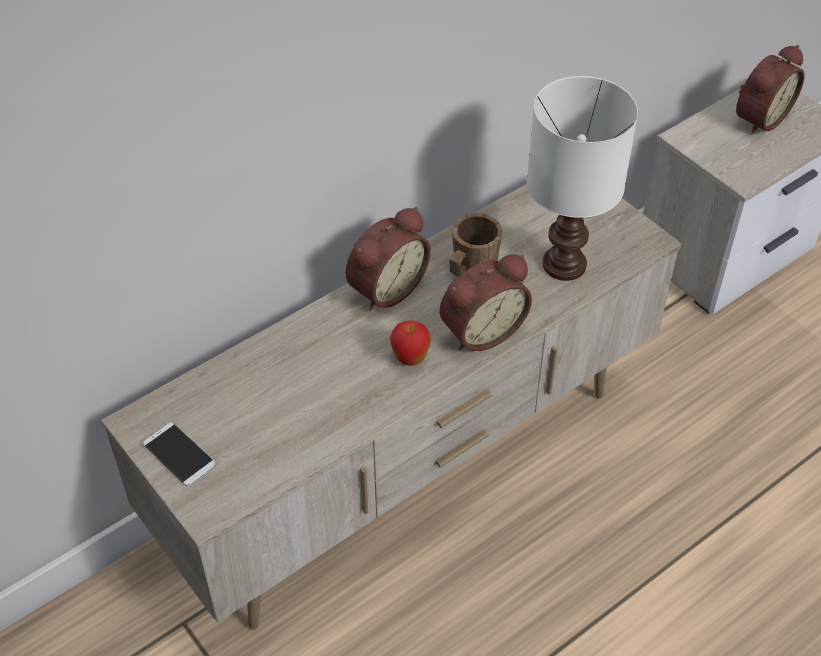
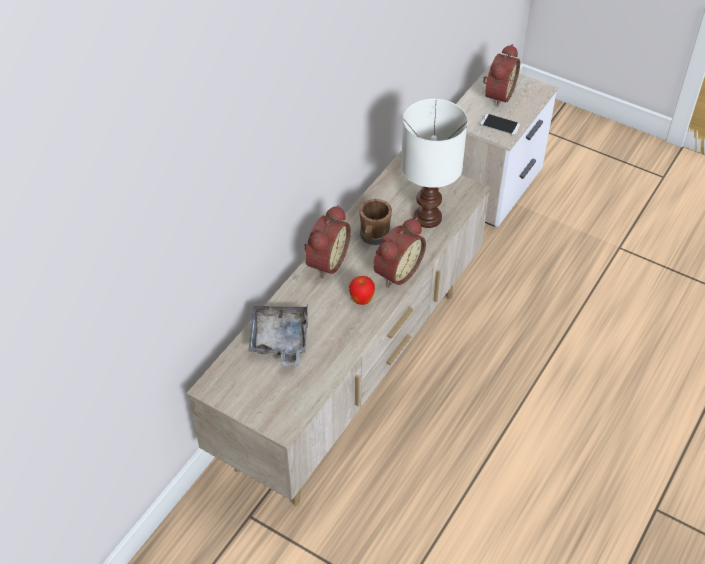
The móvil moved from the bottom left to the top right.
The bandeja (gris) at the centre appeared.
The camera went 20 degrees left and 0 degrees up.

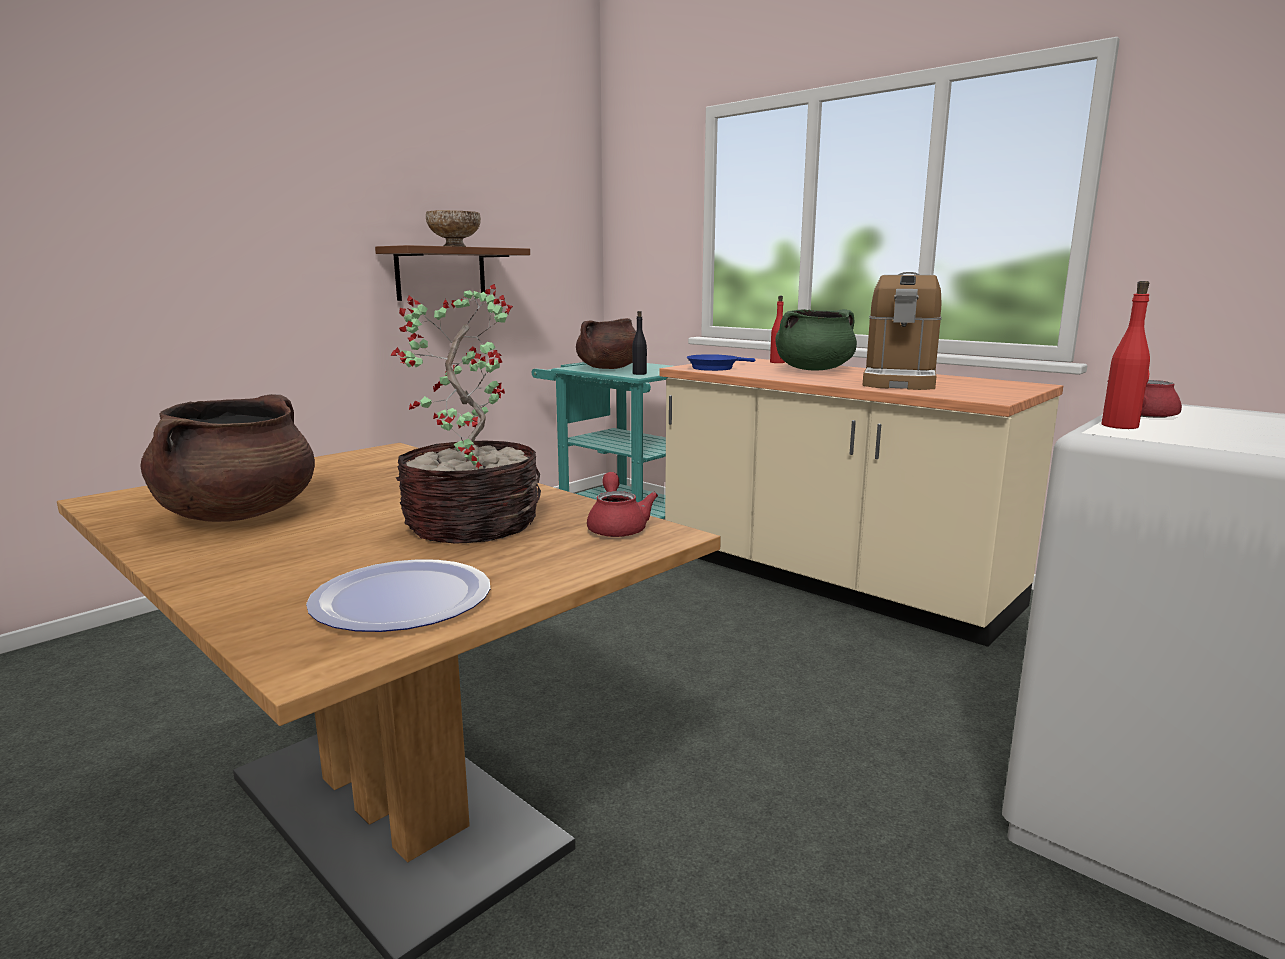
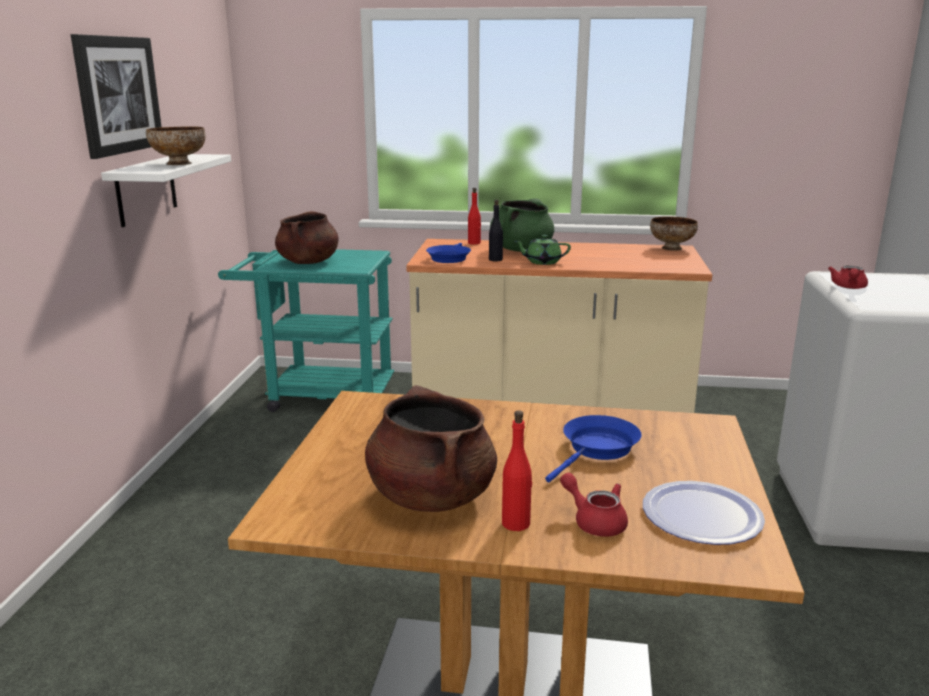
The estante (marrón) at the top centre became the estante (blanco) at the top left.
The planta en maceta at the centre was replaced by the sartén (azul) (no. 2 from left) at the centre.
The tetera (rojo) (no. 1 from left) moved from the centre to the bottom centre.
The botella (negro) moved from the centre to the top centre.
The cafetera at the middle right disappeared.
The botella (rojo) (no. 2 from left) moved from the middle right to the bottom centre.
The cuadro at the top left appeared.
The tetera (verde) at the centre appeared.
The cuenco (no. 2 from left) at the middle right appeared.
The camera went 35 degrees left and 5 degrees up.

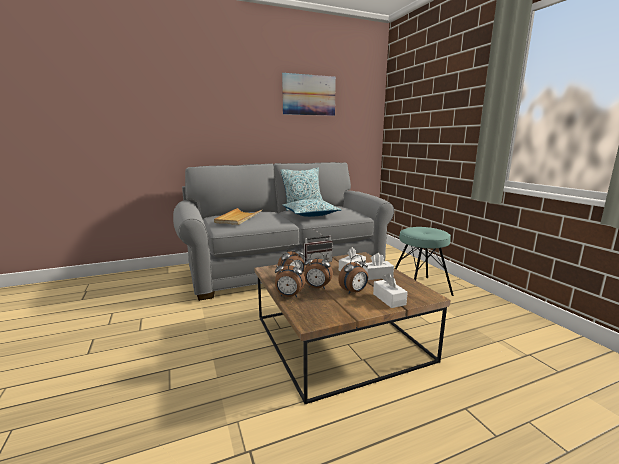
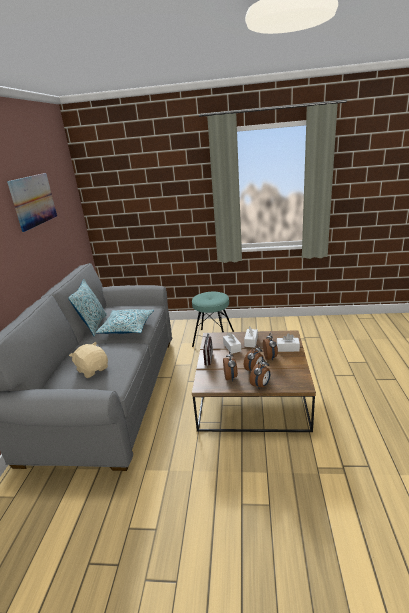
The bandeja (beis) at the centre was replaced by the peluche (beis) at the middle left.
The camera went 60 degrees left and 10 degrees up.

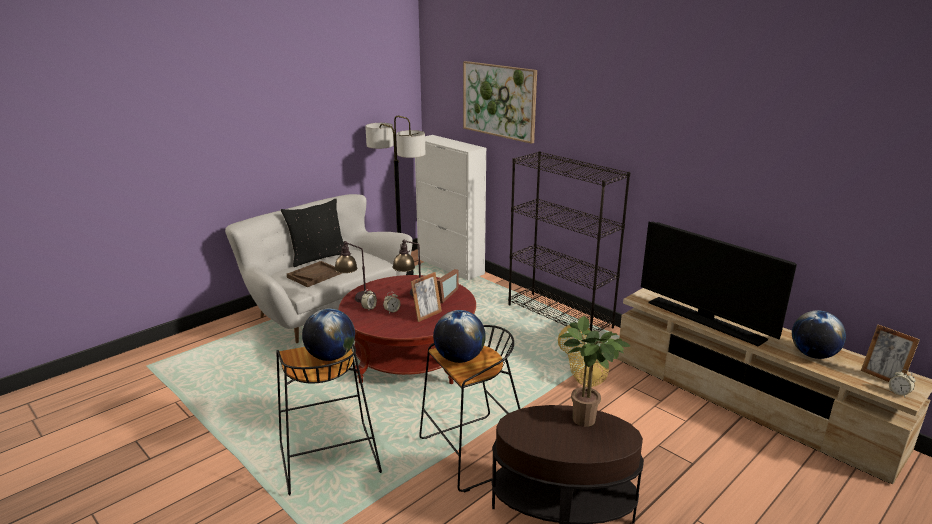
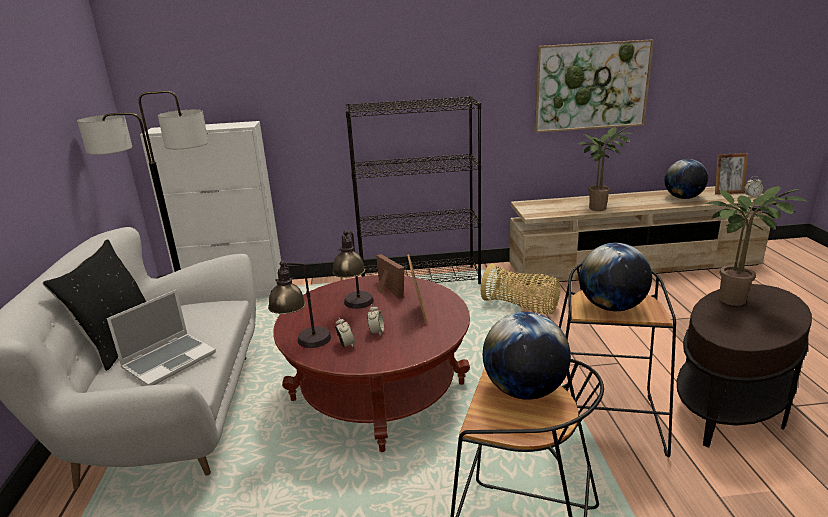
The bandeja (marrón) at the centre was replaced by the portátil at the middle left.
The cuadro moved from the top centre to the top right.
The televisor at the middle right was replaced by the planta en maceta (no. 1 from left) at the top right.
The camera went 50 degrees left and 0 degrees up.

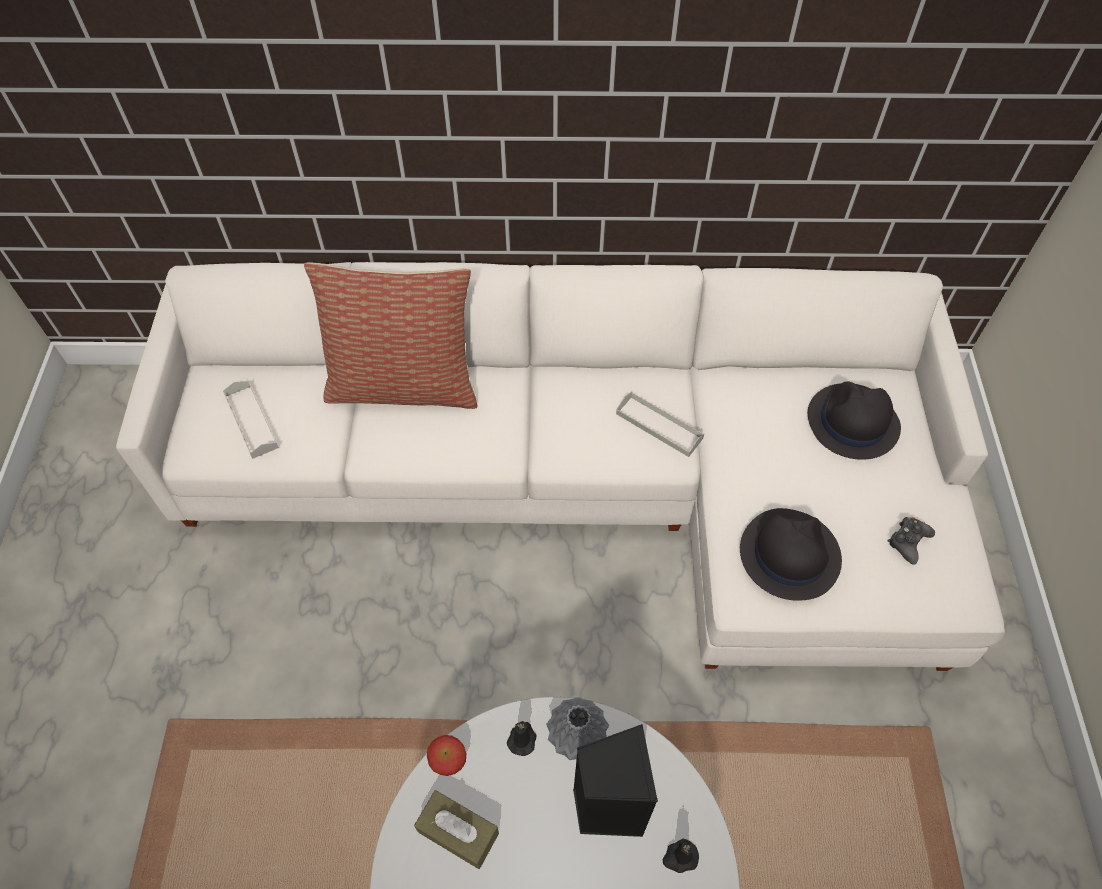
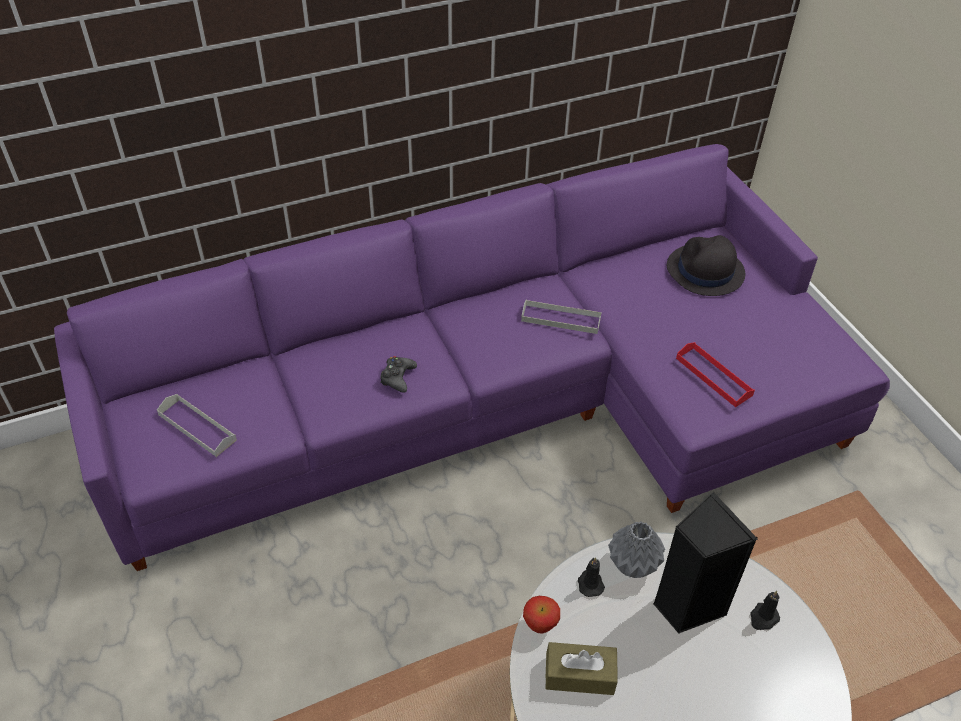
The sofá (blanco) at the centre became the sofá (morado) at the centre.
The cojín at the centre disappeared.
The sombrero (negro) (no. 1 from left) at the middle right was replaced by the bandeja (rojo) at the middle right.
The mando de consola (negro) moved from the middle right to the centre.
The camera went 25 degrees left and 10 degrees down.

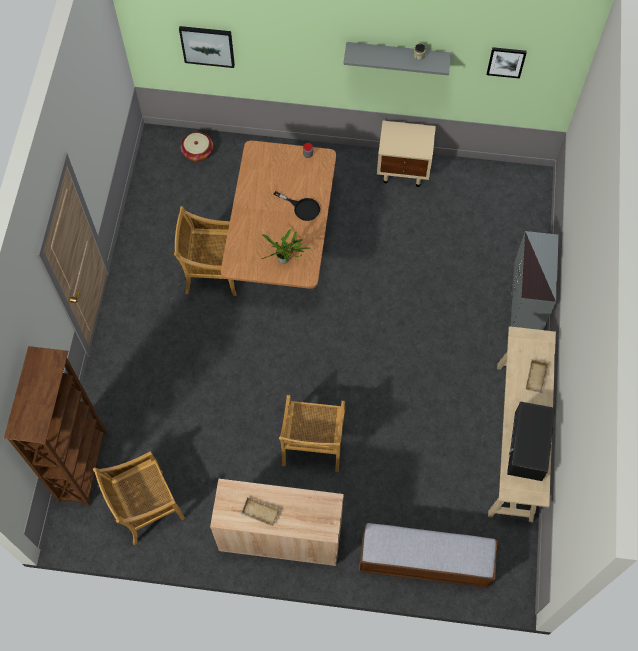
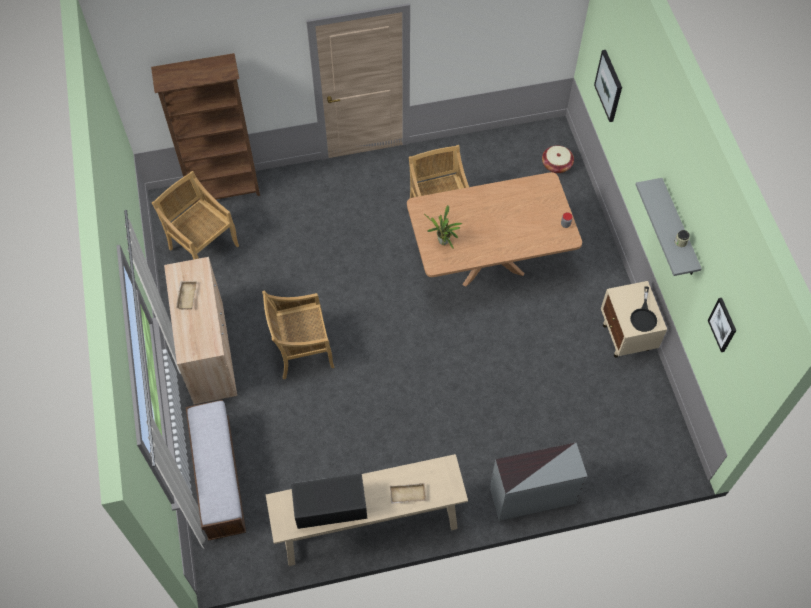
The sartén (negro) moved from the top centre to the middle right.
The camera went 70 degrees right and 5 degrees down.

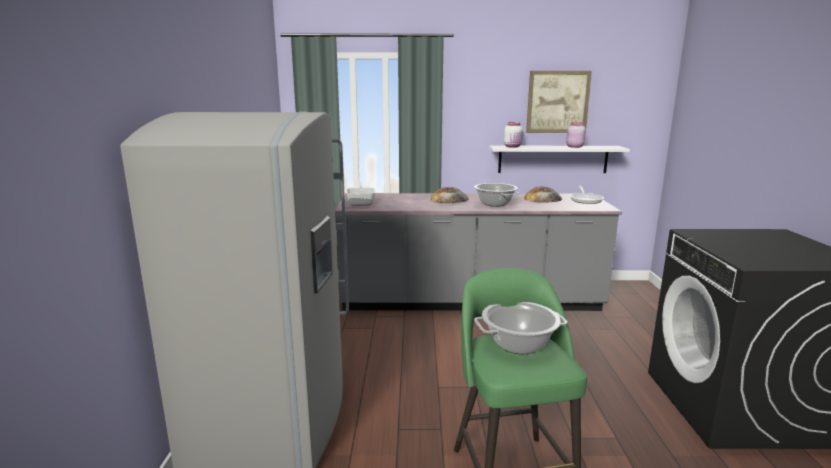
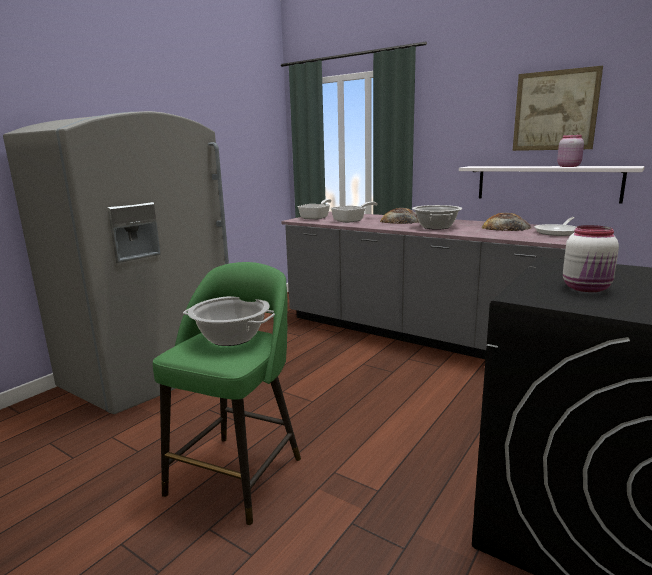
The tarro (blanco) moved from the top centre to the middle right.
The sartén (no. 2 from left) at the centre appeared.
The camera went 35 degrees right and 0 degrees up.

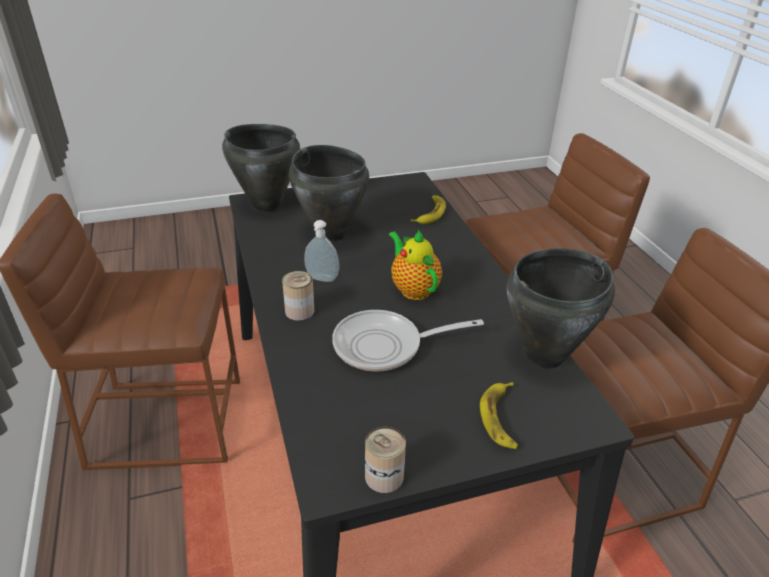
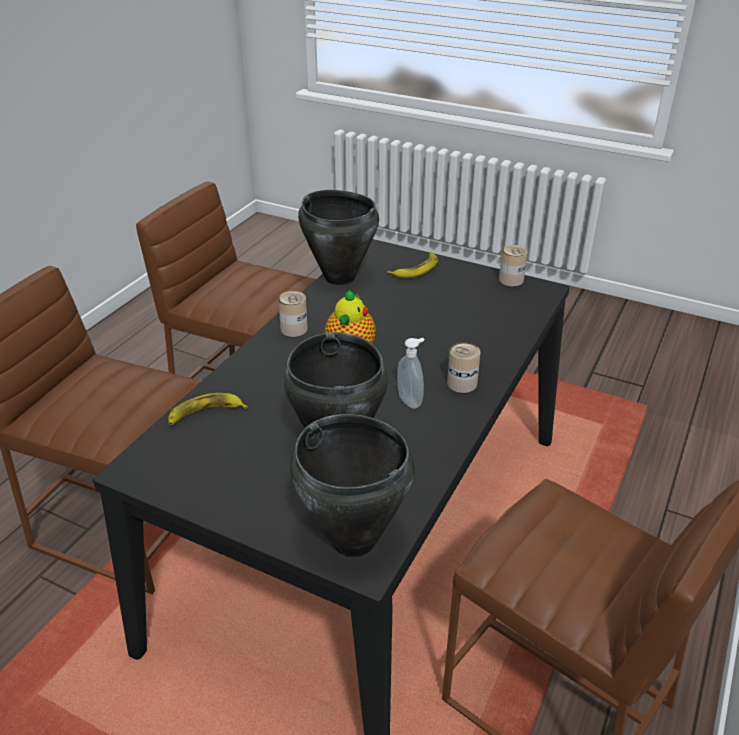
The sartén at the centre disappeared.
The lata (no. 1 from left) at the centre appeared.
The camera went 135 degrees left and 0 degrees up.

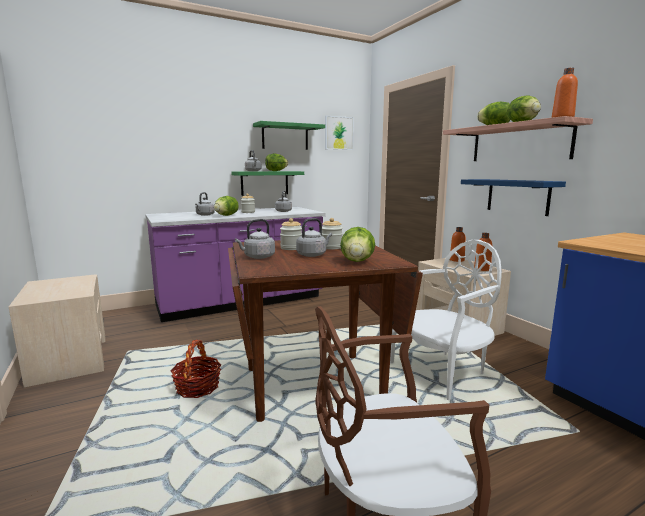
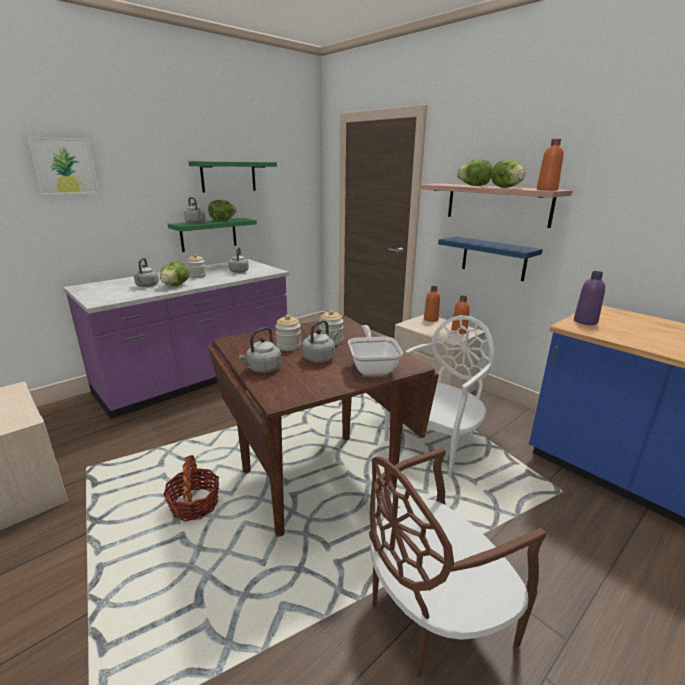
The cuadro moved from the top centre to the top left.
The lechuga (no. 3 from left) at the centre was replaced by the sartén at the centre.
The botella (morado) at the middle right appeared.
The camera went 15 degrees left and 10 degrees up.

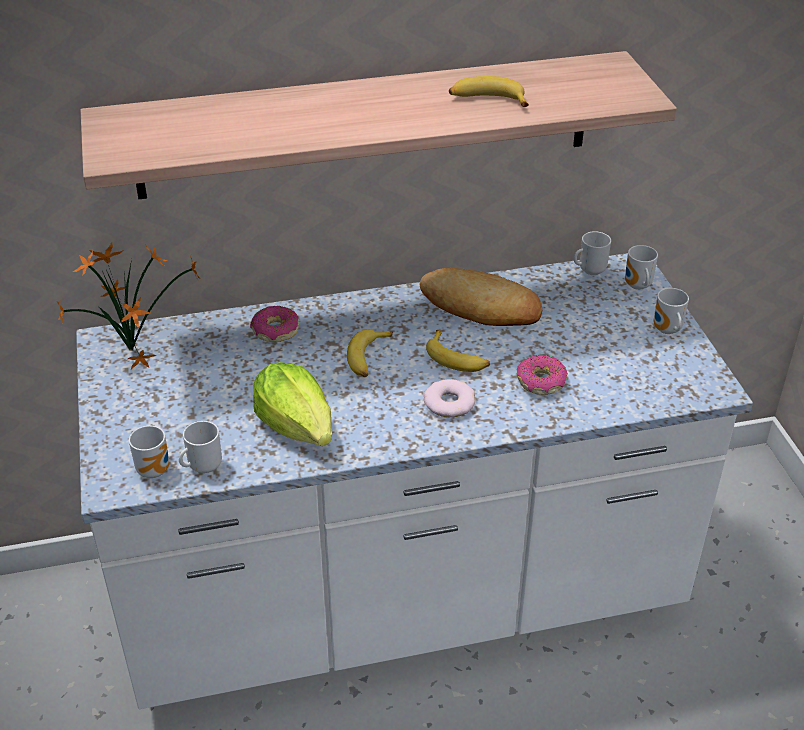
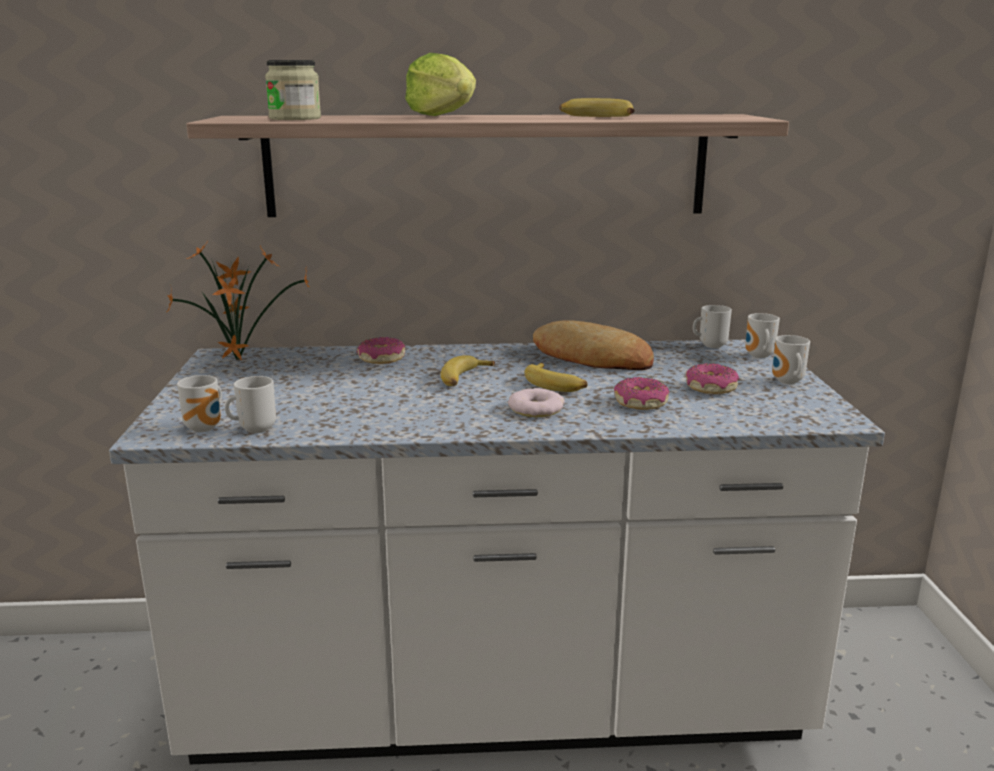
The lechuga moved from the centre to the top centre.
The tarro at the top left appeared.
The rosquilla (no. 4 from left) at the middle right appeared.
The camera went 10 degrees right and 20 degrees down.

